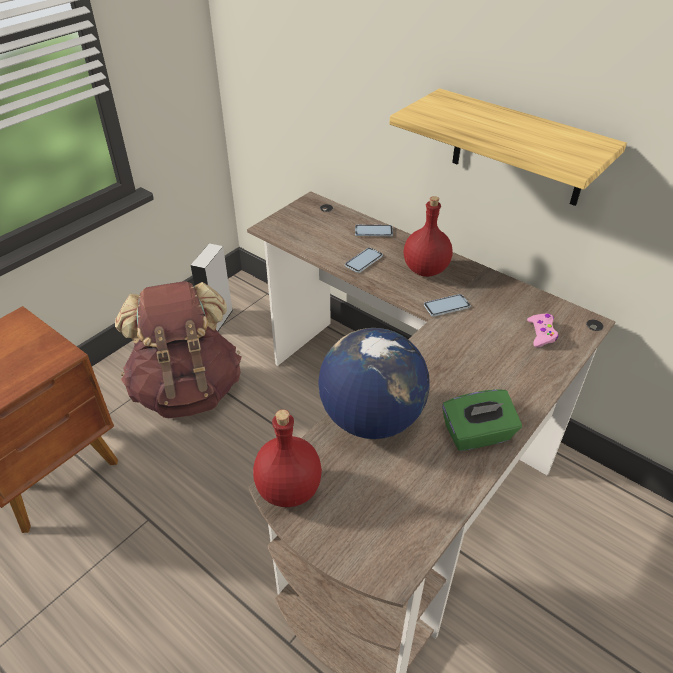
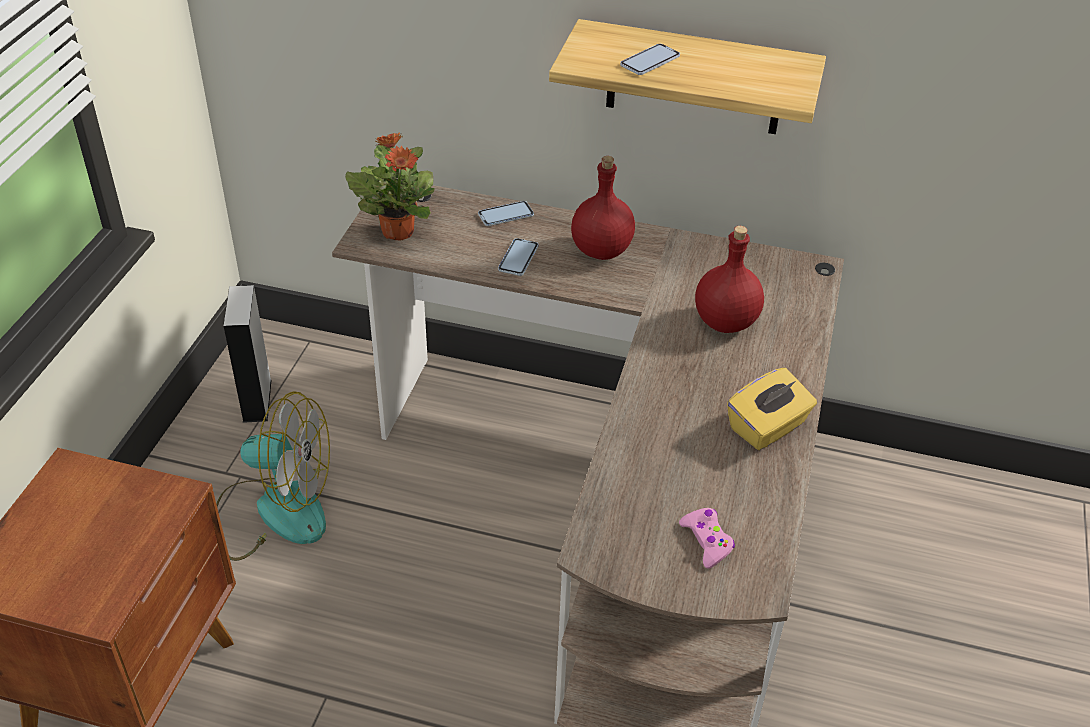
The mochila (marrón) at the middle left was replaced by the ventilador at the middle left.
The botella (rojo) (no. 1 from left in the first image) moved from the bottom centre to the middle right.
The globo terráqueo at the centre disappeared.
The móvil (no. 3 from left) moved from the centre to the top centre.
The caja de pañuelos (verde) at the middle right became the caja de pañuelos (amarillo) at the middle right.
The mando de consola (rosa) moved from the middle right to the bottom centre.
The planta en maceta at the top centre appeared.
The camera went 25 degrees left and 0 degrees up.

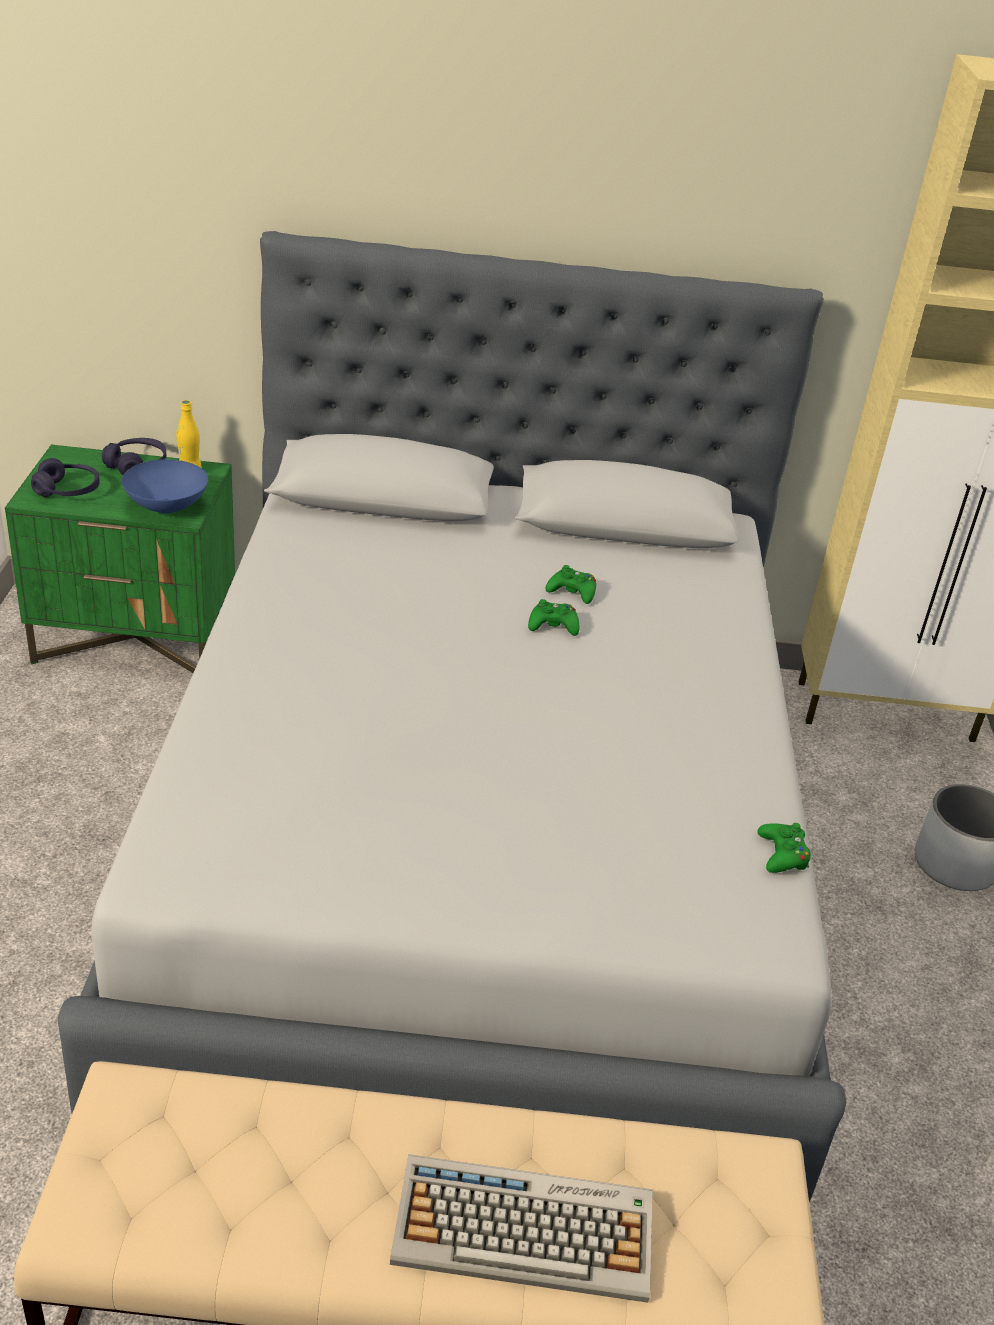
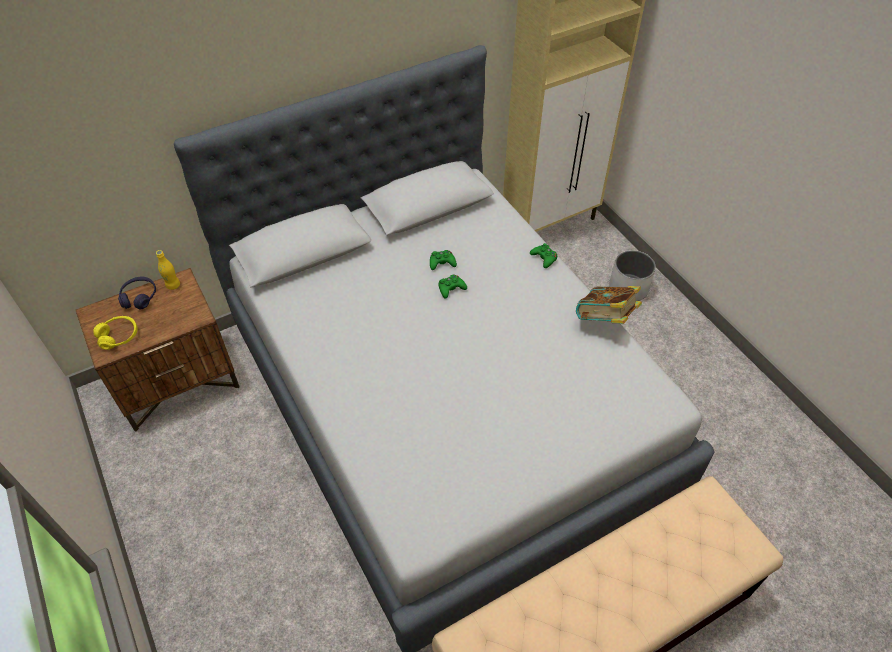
The mesita de noche (verde) at the middle left became the mesita de noche (marrón) at the middle left.
The auriculares (morado) (no. 1 from left) at the middle left became the auriculares (amarillo) at the middle left.
The cuenco (azul) at the middle left disappeared.
The teclado at the bottom centre disappeared.
The mando de consola (verde) (no. 3 from left) moved from the middle right to the centre.
The libro at the middle right appeared.
The camera went 30 degrees left and 15 degrees up.

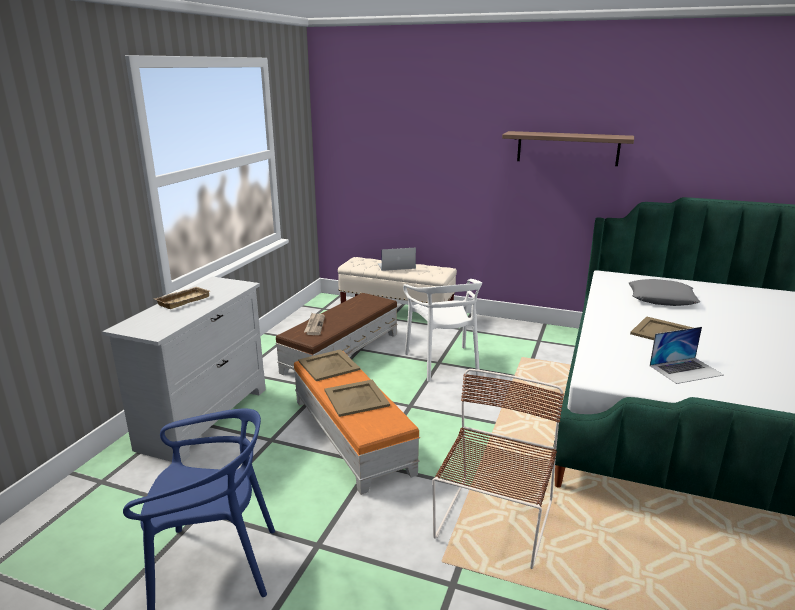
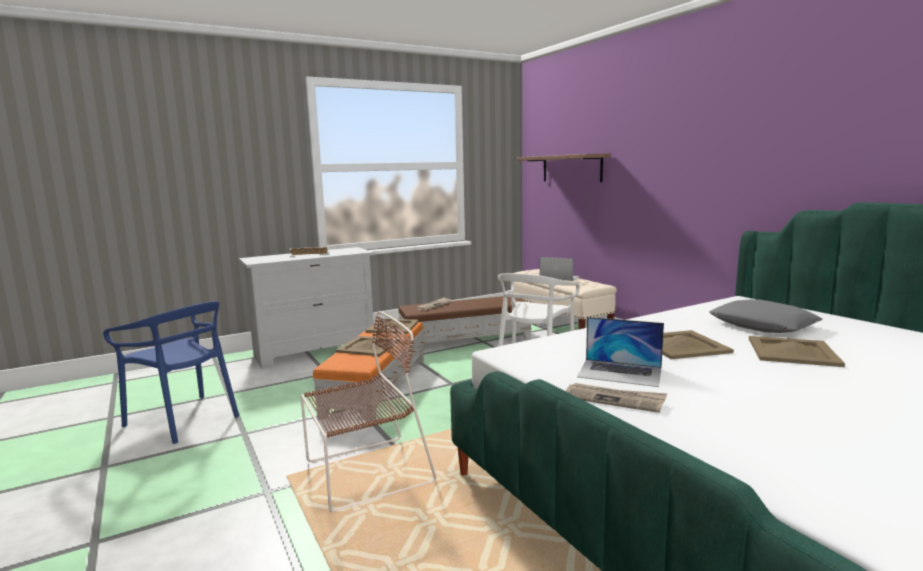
The estante moved from the top right to the top centre.
The periódico (no. 2 from left) at the bottom right appeared.
The bandeja (beis) (no. 5 from left) at the middle right appeared.
The camera went 40 degrees right and 10 degrees down.

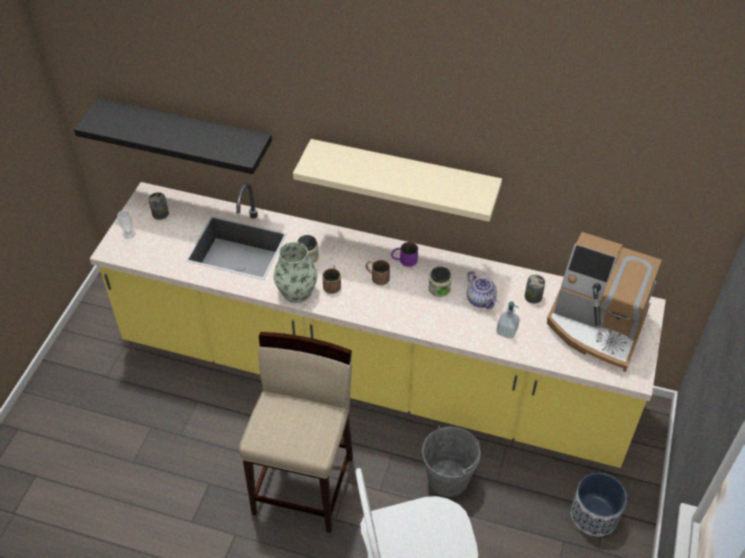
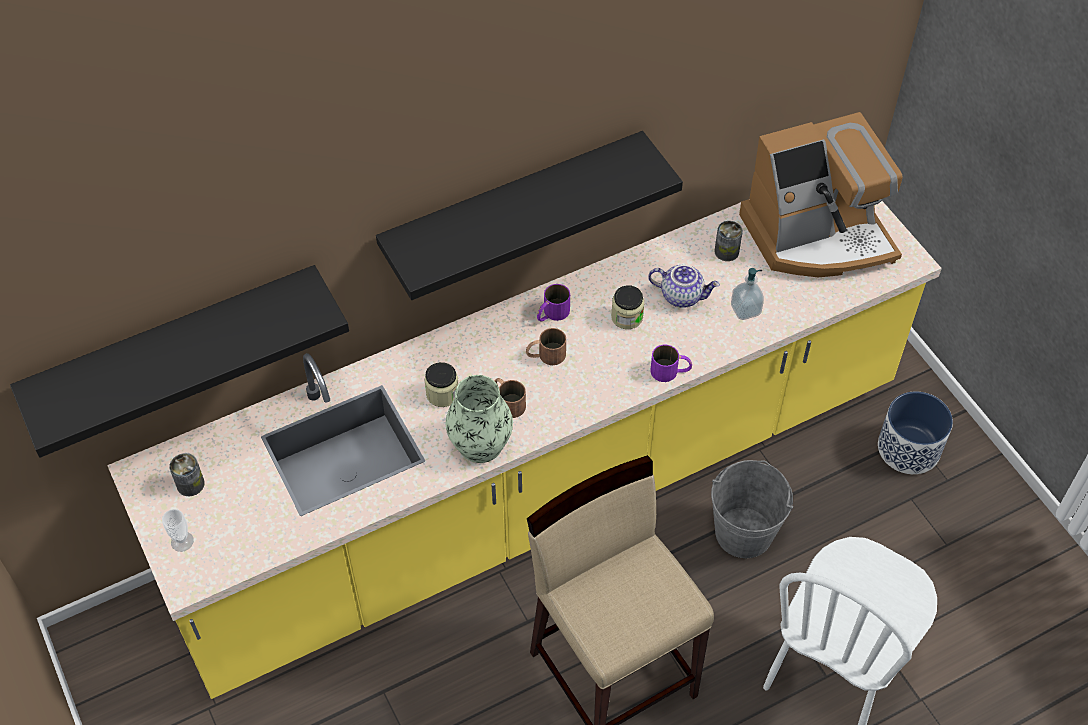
The estante (beis) at the top centre became the estante (negro) (no. 2 from left) at the top centre.
The taza grande (morado) (no. 2 from left) at the centre appeared.
The camera went 45 degrees left and 5 degrees up.

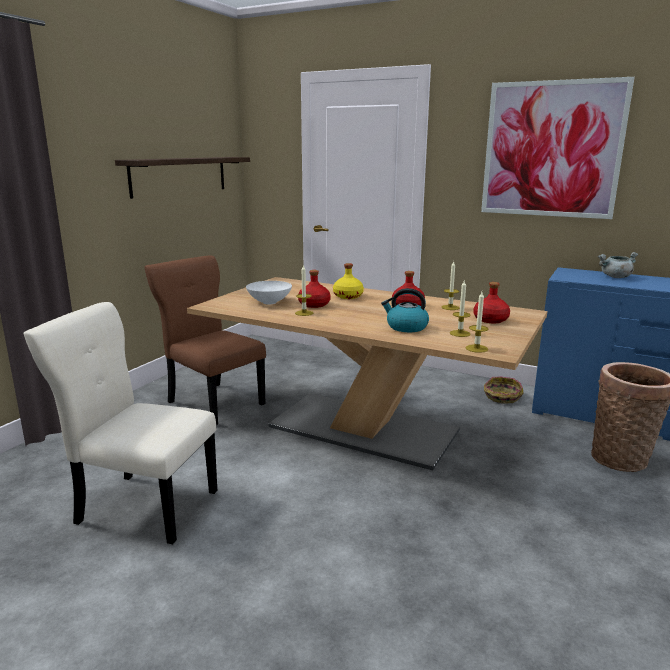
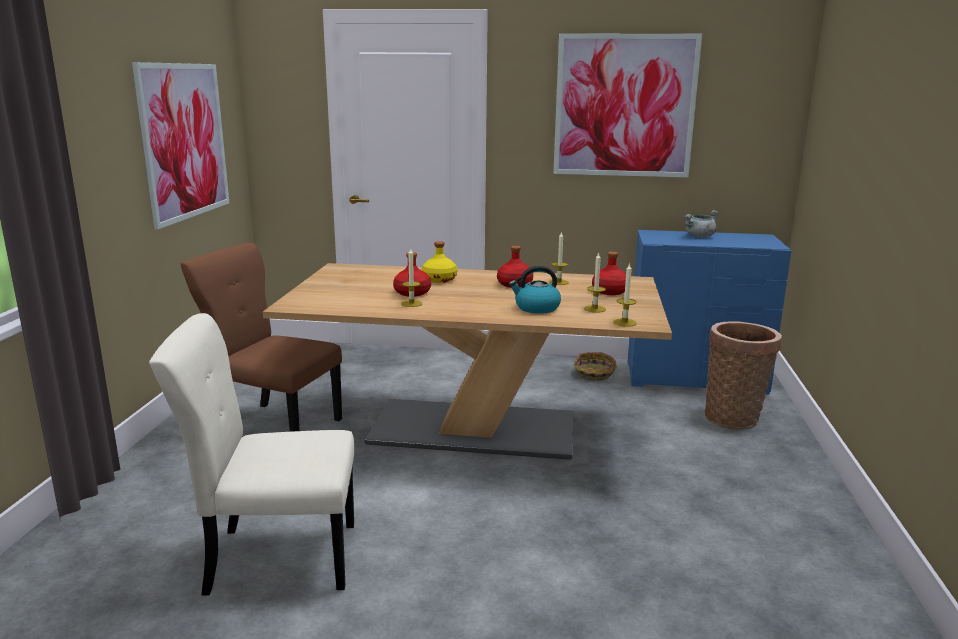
The estante at the top left was replaced by the cuadro (no. 1 from left) at the top left.
The cuenco (blanco) at the centre disappeared.
The camera went 20 degrees left and 0 degrees up.

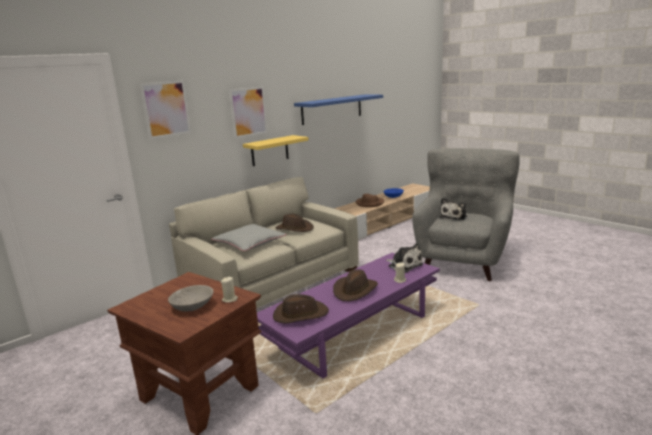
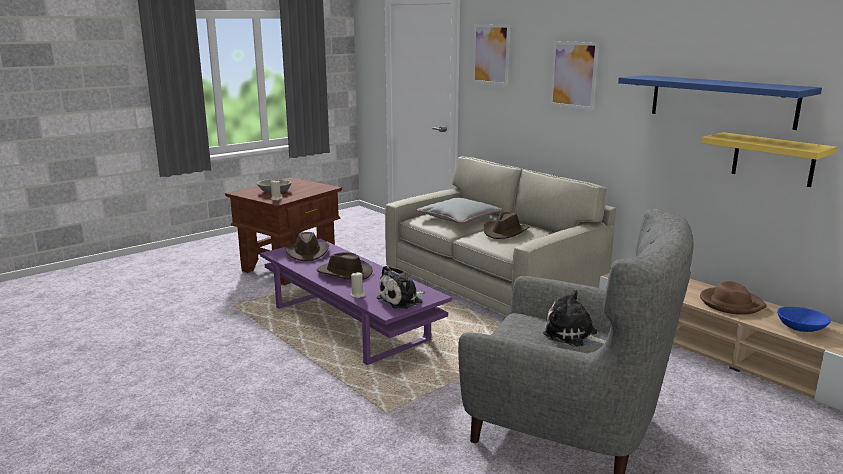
The estante (amarillo) moved from the centre to the middle right.
The camera went 90 degrees right and 0 degrees up.

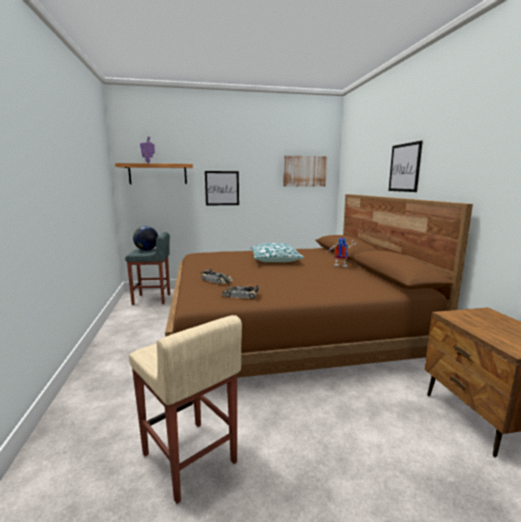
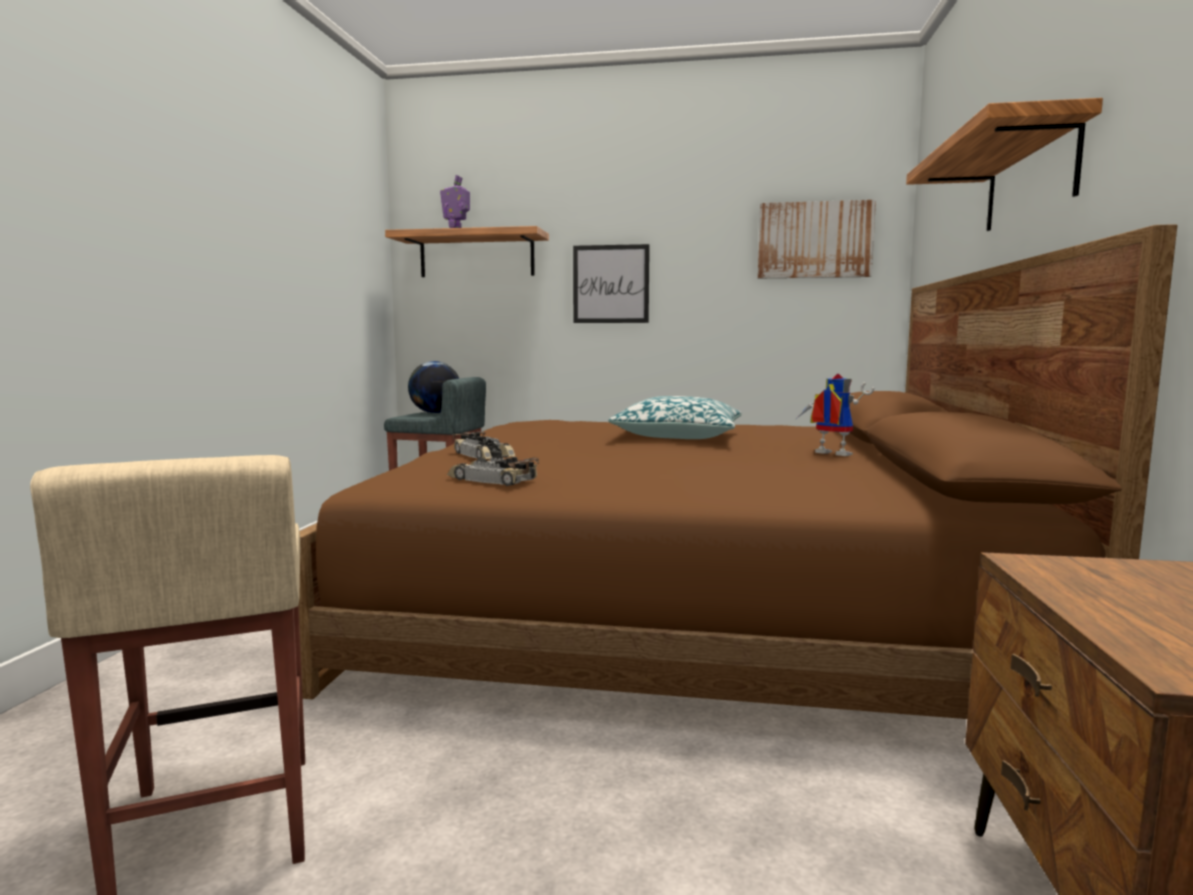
The cuadro (no. 3 from left) at the top right was replaced by the estante (no. 2 from left) at the top right.
The camera went 20 degrees right and 5 degrees down.

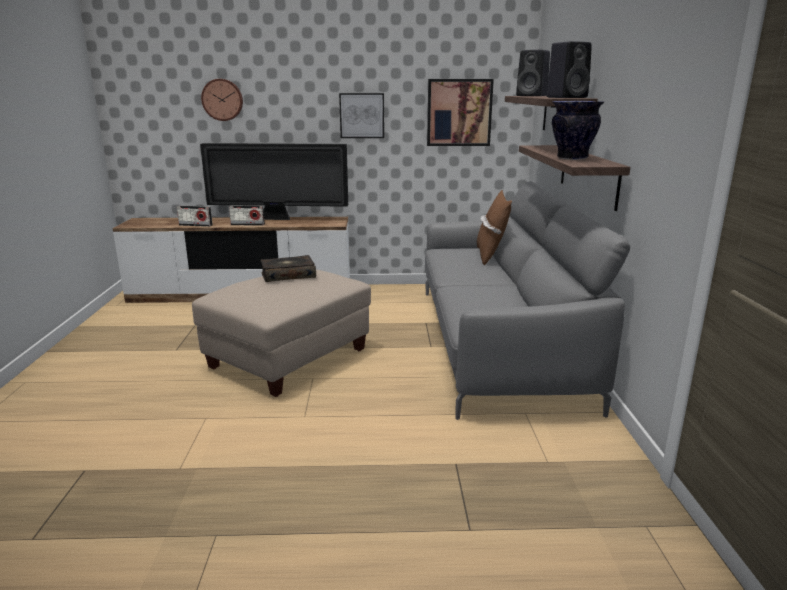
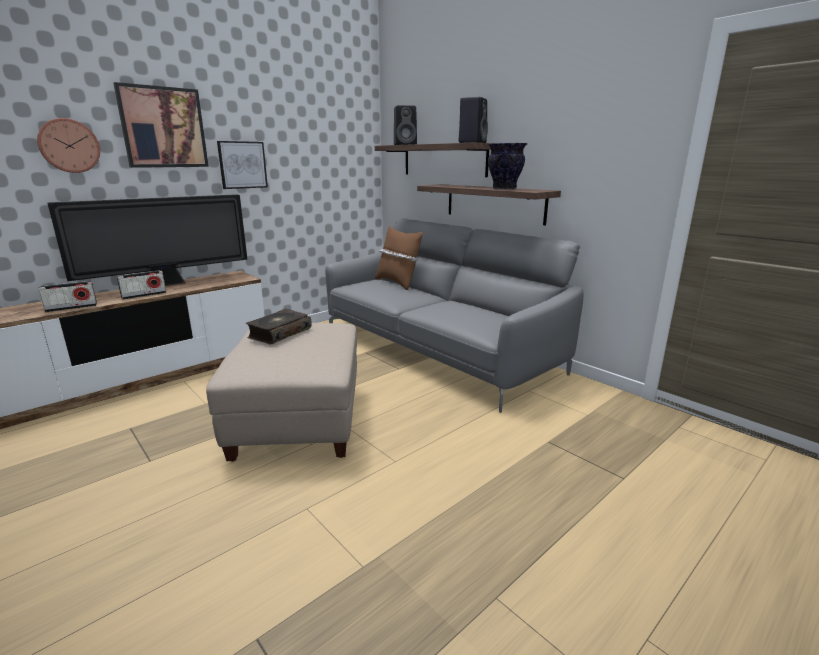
The cuadro (no. 2 from left in the first image) moved from the top centre to the top left.
The camera went 40 degrees left and 0 degrees up.

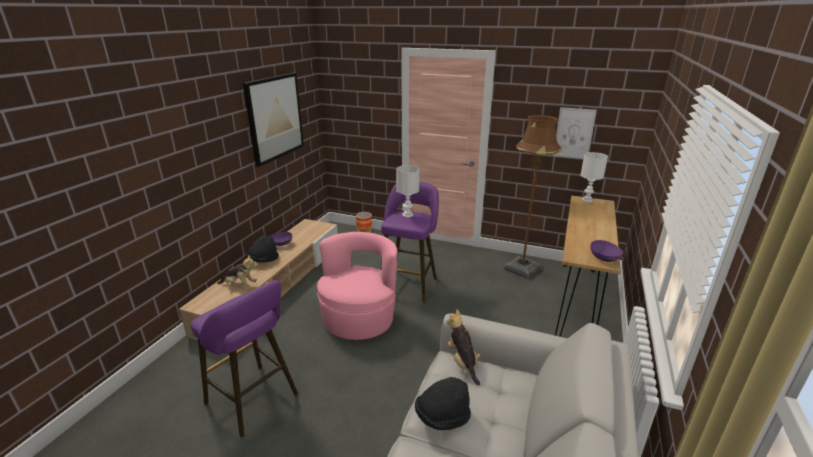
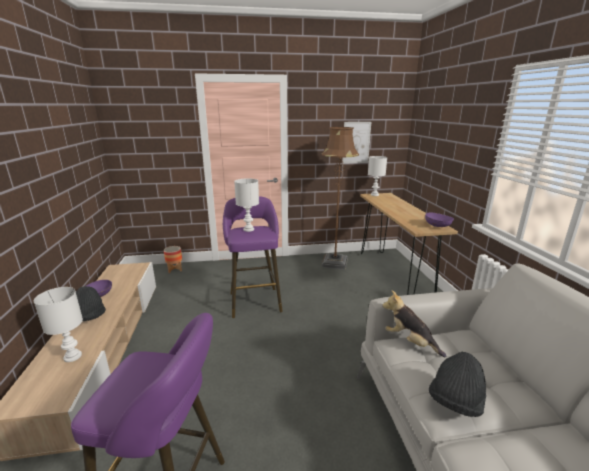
The peluche (no. 1 from left) at the middle left was replaced by the lámpara de mesa (blanco) (no. 1 from left) at the bottom left.
The cuadro (no. 1 from left) at the top centre disappeared.
The sillón (rosa) at the centre disappeared.
The camera went 30 degrees left and 5 degrees down.

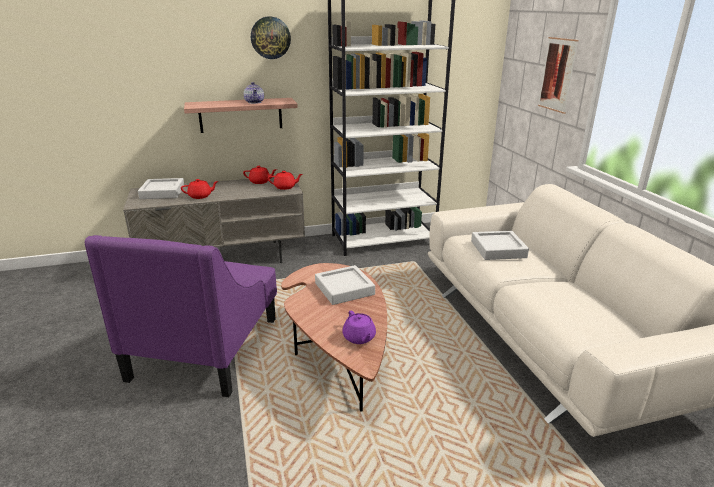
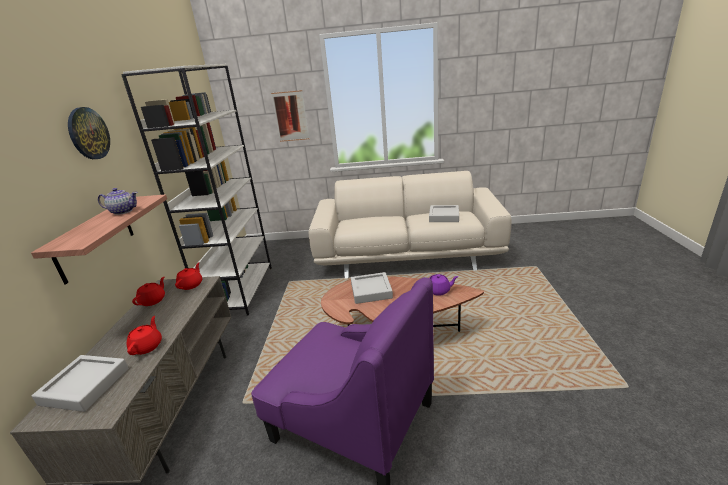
The bandeja (gris) (no. 3 from left) moved from the middle right to the centre.
The camera went 70 degrees left and 0 degrees up.

